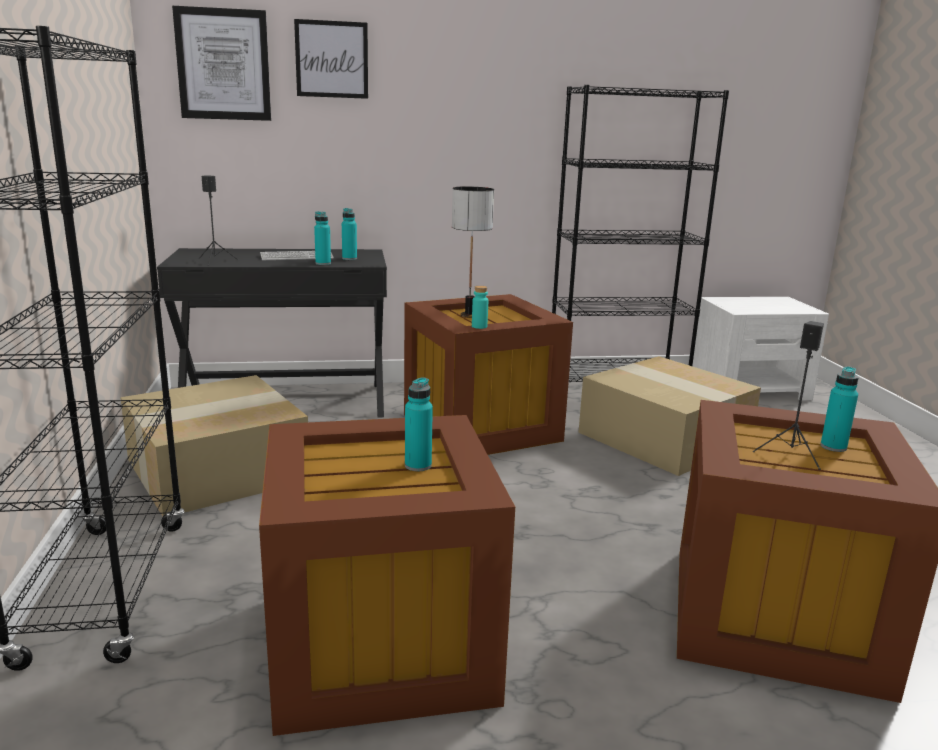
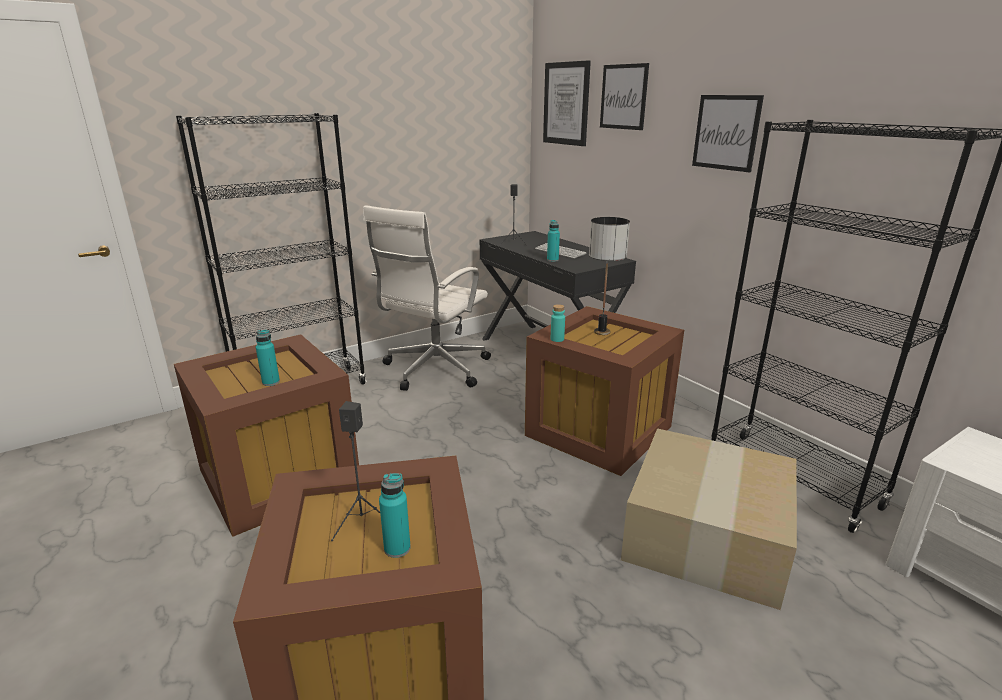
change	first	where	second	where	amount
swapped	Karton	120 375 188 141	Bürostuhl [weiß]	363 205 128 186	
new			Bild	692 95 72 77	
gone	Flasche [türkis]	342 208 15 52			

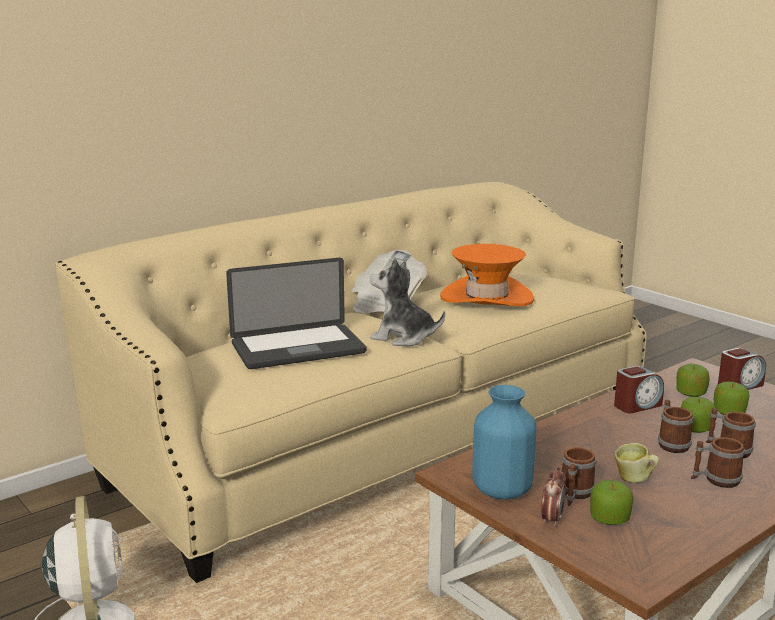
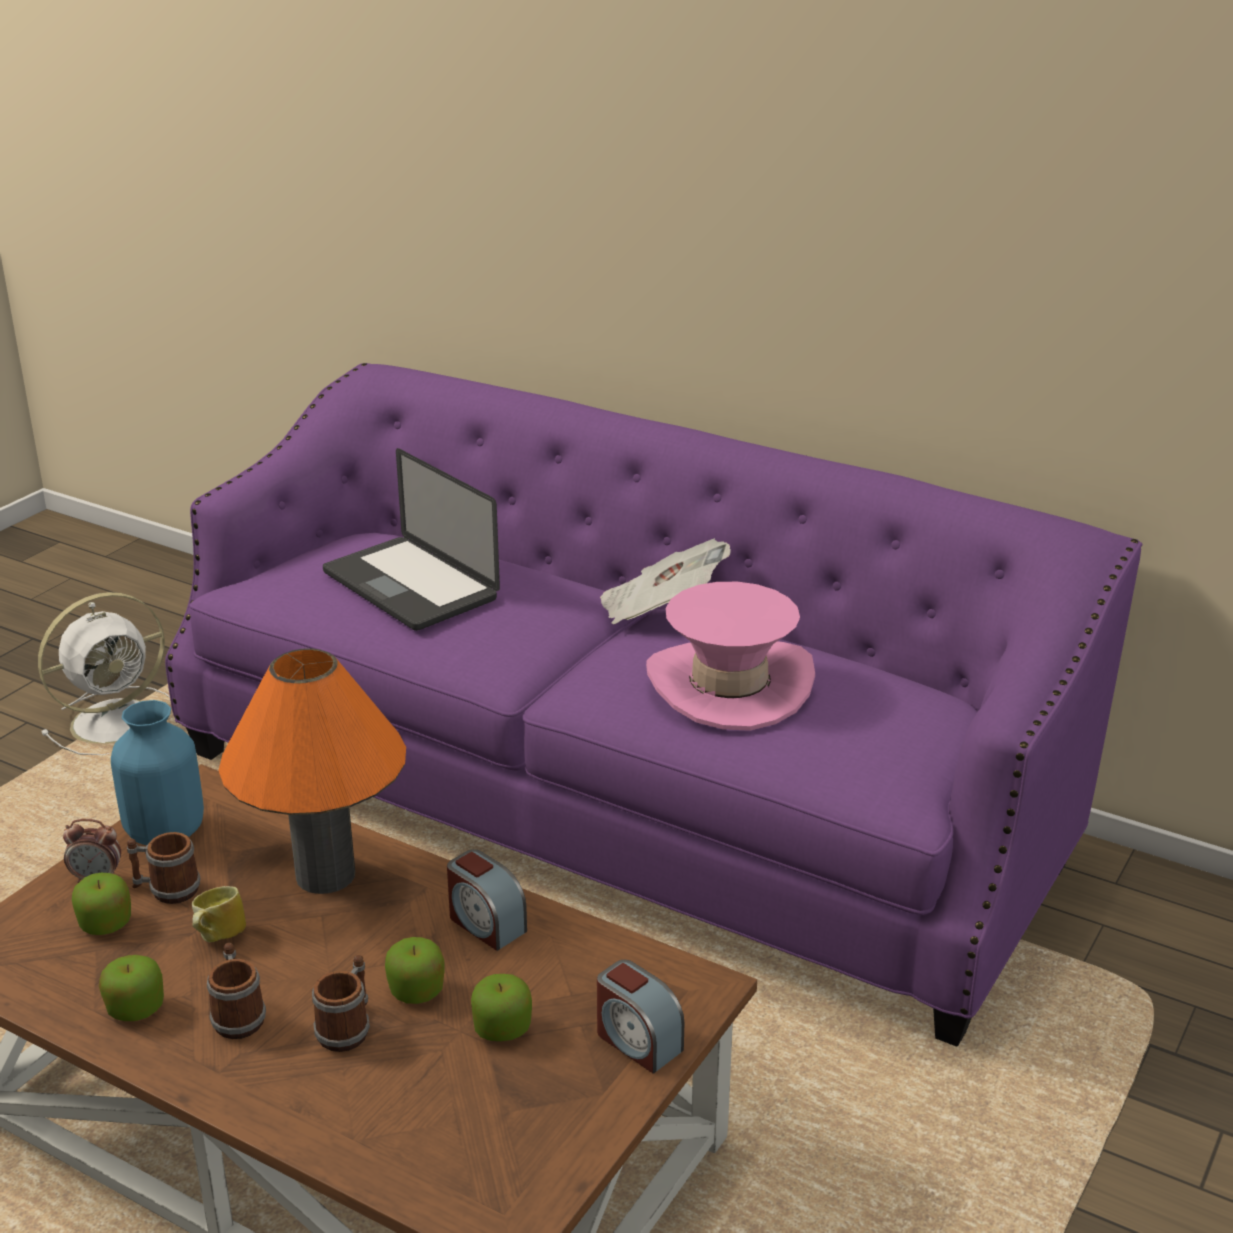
change	first	where	second	where	amount
shifted	Apfel	676 363 34 34		99 955 65 66	
repainted	Sofa [beige]	55 182 591 401	Sofa [lila]	165 363 977 684	
new			Tischlampe [orange]	218 648 188 246	
repainted	Hut [orange]	440 244 94 62	Hut [rosa]	646 582 169 149	
gone	Plüschtier	370 258 75 88			
gone	Henkelbecher	658 399 36 54			

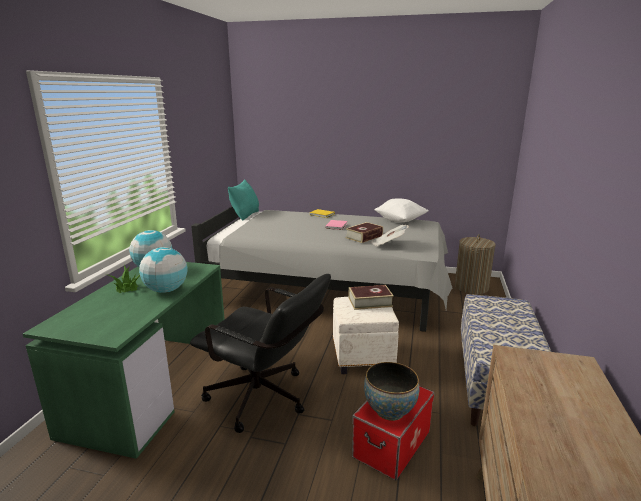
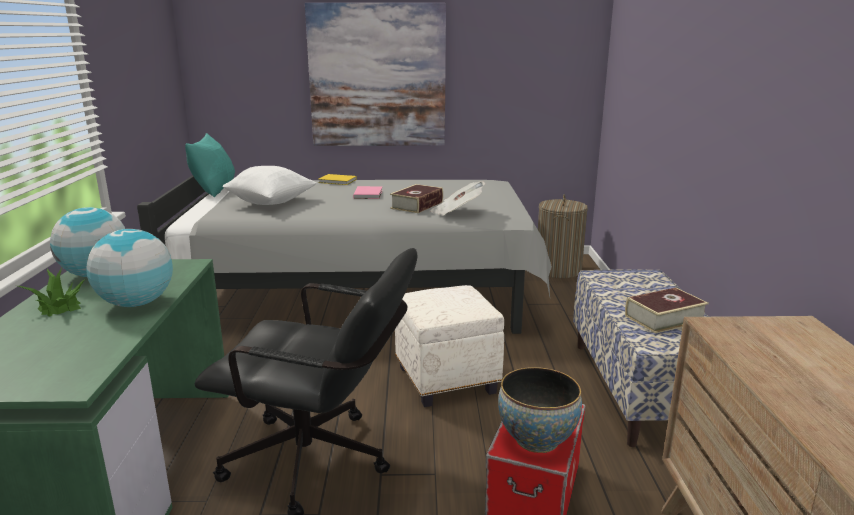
change	first	where	second	where	amount
shifted	Kissen [weiß]	374 199 55 23		222 166 95 39	
new			Bild	305 3 141 143	
shifted	Buch	349 285 45 25		625 288 84 46	

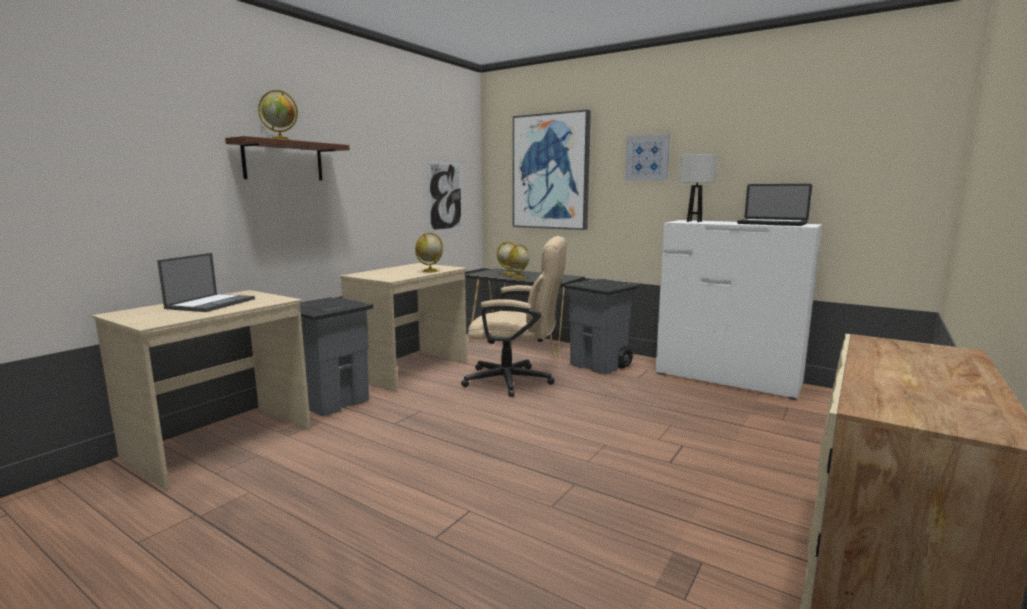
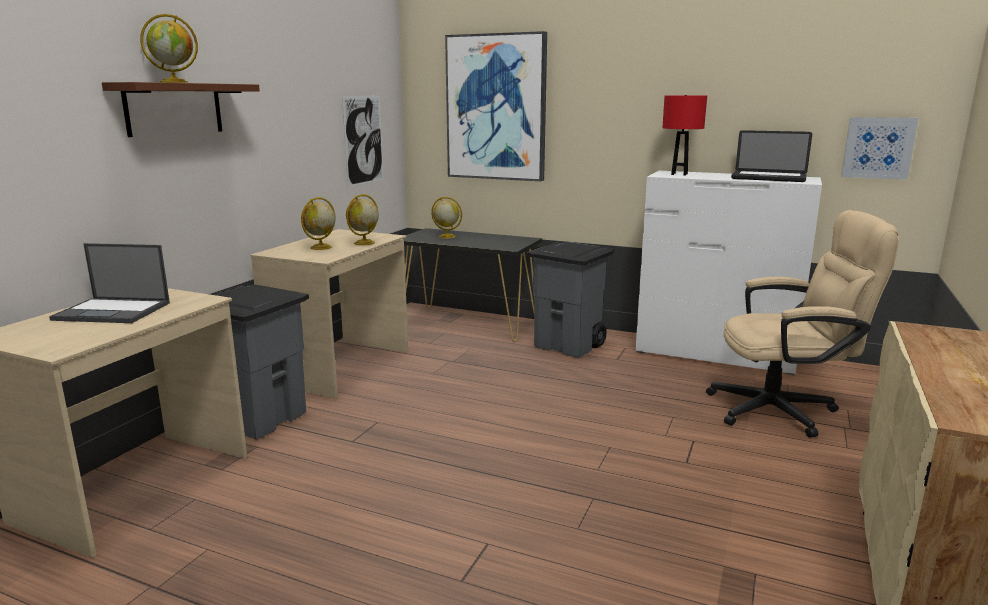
change	first	where	second	where	amount
rotated	Laptop	157 253 98 59		49 243 121 80	90 degrees clockwise
shifted	Globus	508 244 22 35		301 197 35 53	
repainted	Tischlampe [weiß]	679 154 39 68	Tischlampe [rot]	662 95 45 81	
shifted	Bürostuhl [beige]	461 236 105 161		706 210 193 228	
shifted	Bild	625 134 45 47		841 117 78 63	

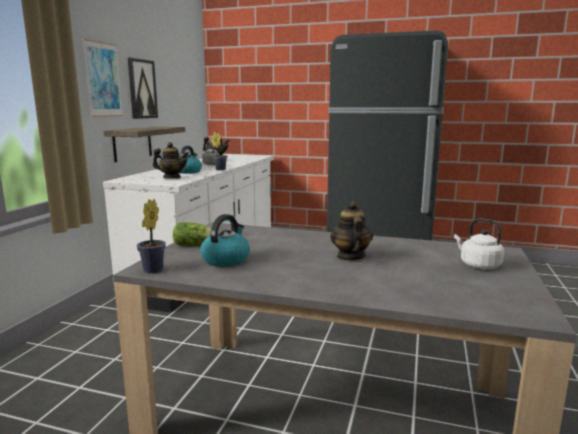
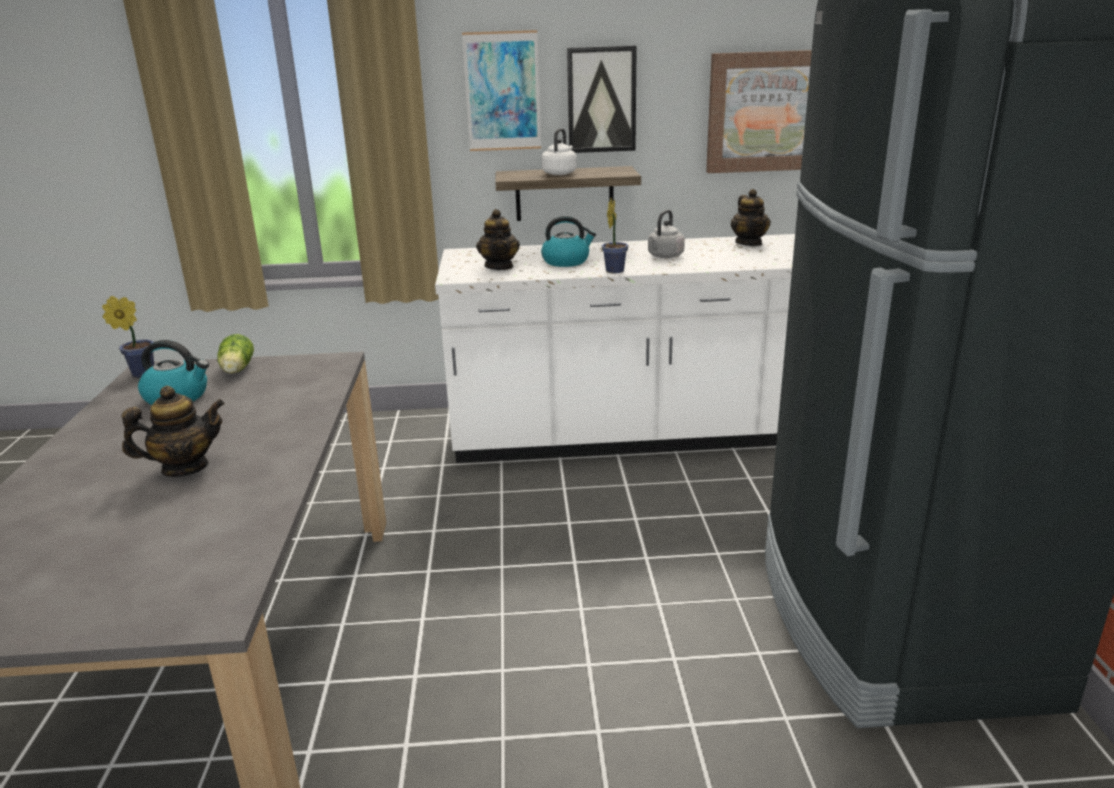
change	first	where	second	where	amount
shifted	Wasserkessel [weiß]	454 218 50 51		542 128 35 47	
new			Bild	706 50 106 123	

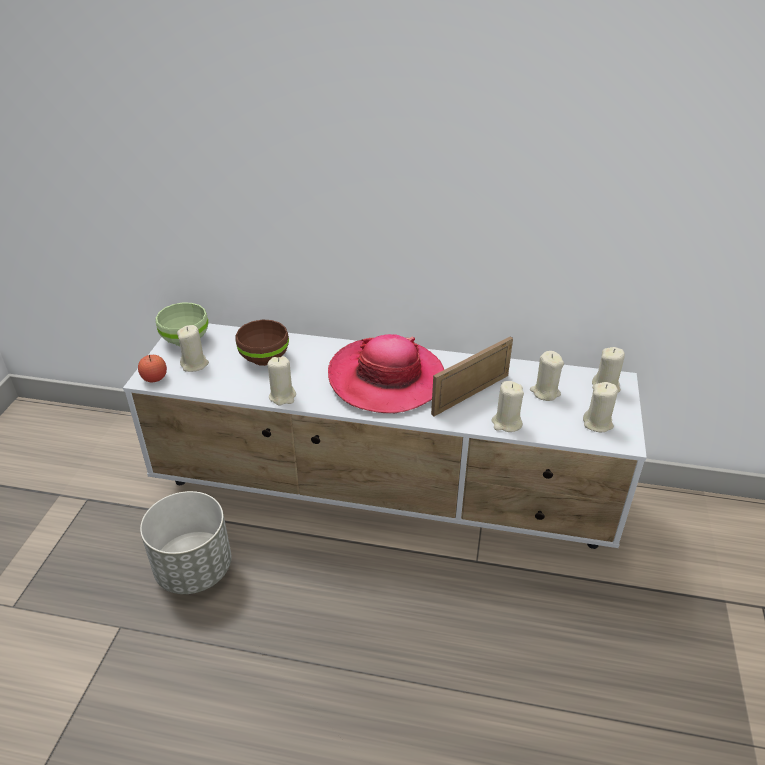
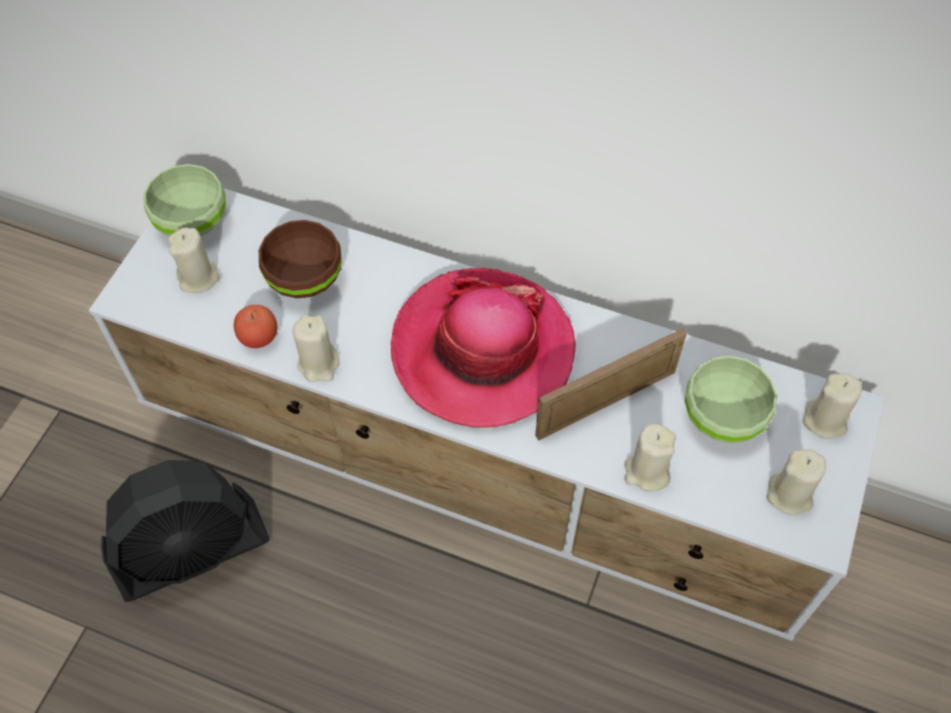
change	first	where	second	where	amount
swapped	Pflanzkübel [grau]	140 491 91 103	Ventilator [schwarz]	101 460 169 142	
shifted	Apfel	138 355 29 27		234 305 43 43	
swapped	Kerze [beige]	530 351 34 50	Schüssel [grün]	685 356 92 88	

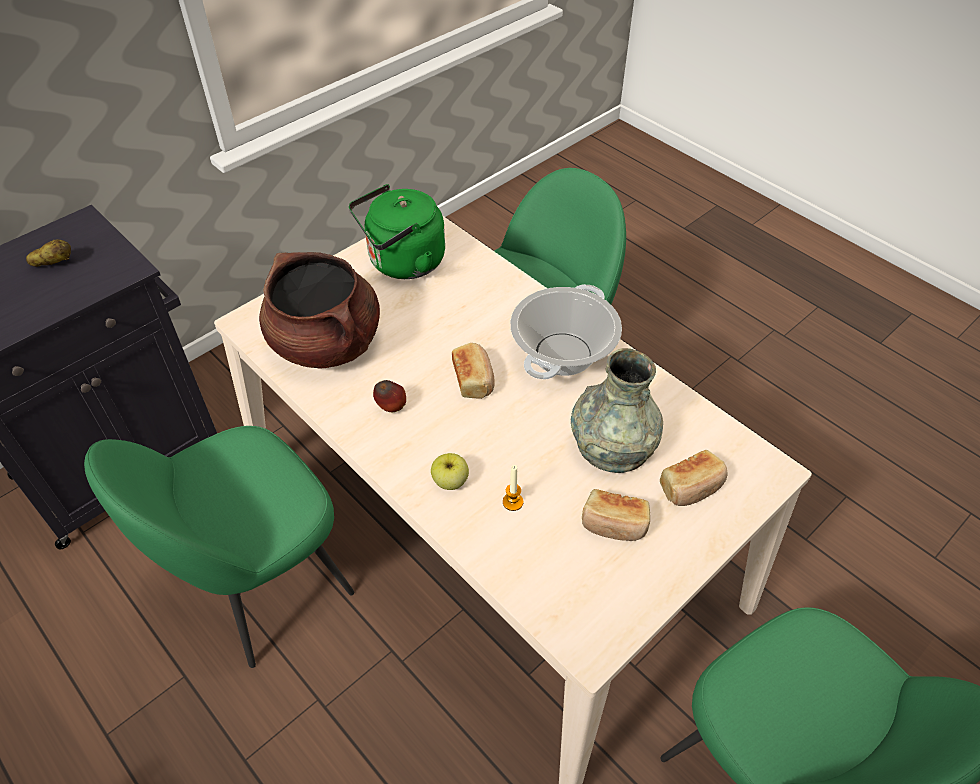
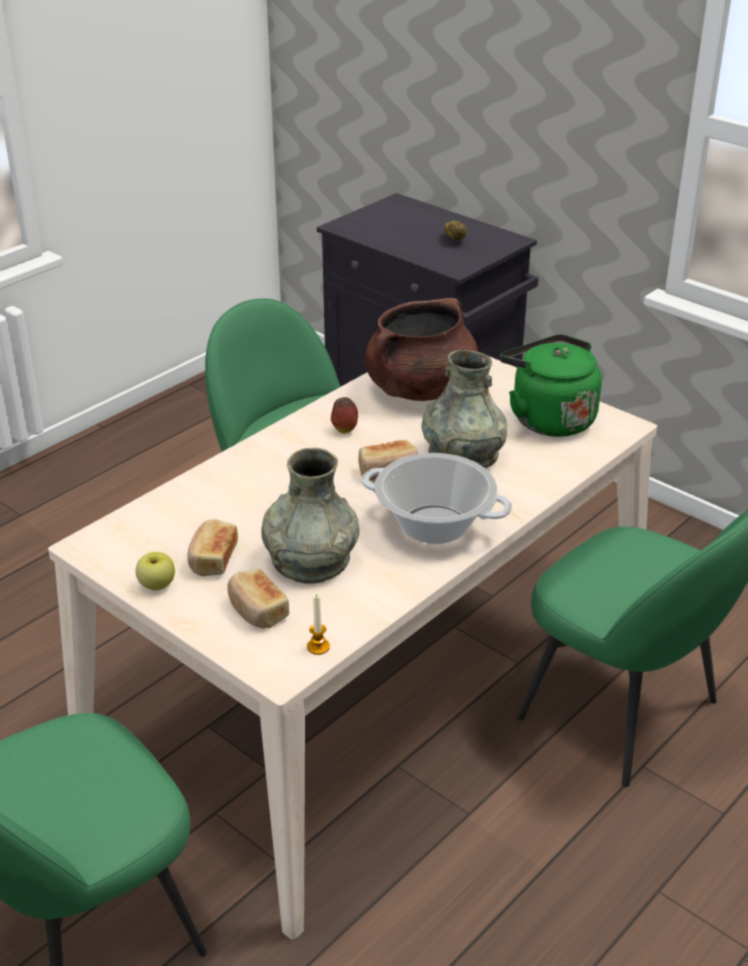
change	first	where	second	where	amount
shifted	Apfel	431 453 38 37		136 552 39 38	
shifted	Kerze	503 465 20 46		307 594 23 61	
new			Vase [grau]	421 350 86 118	

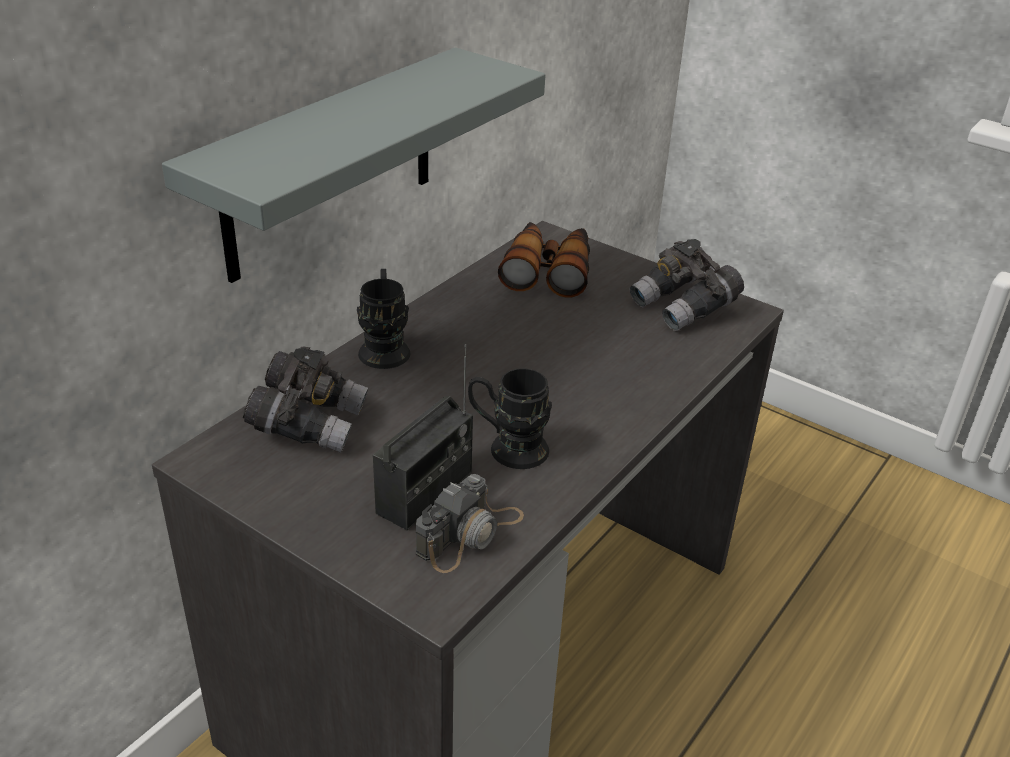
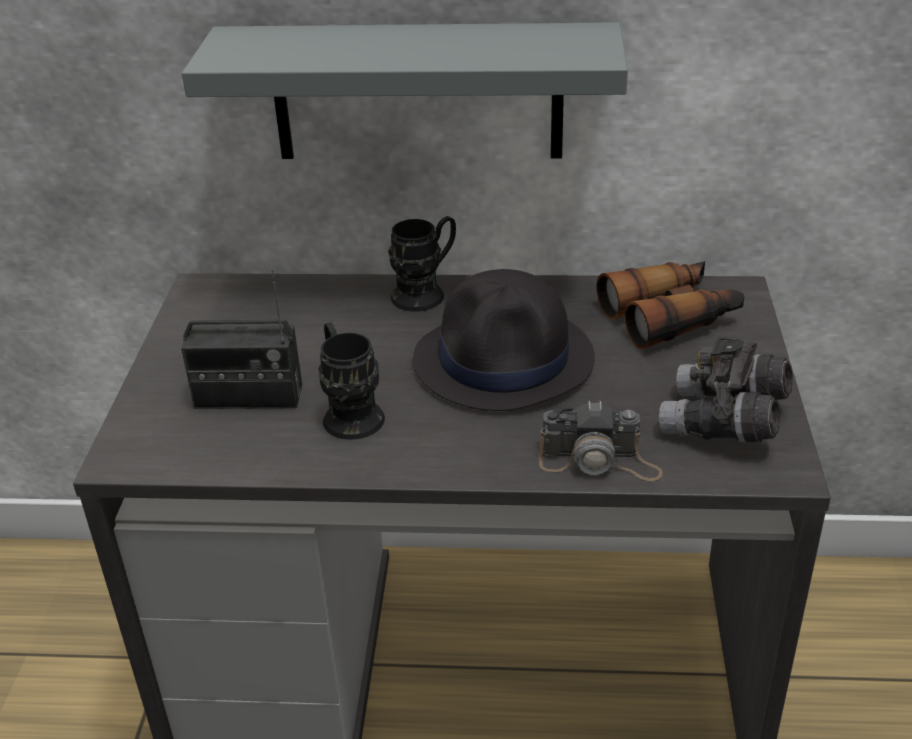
change	first	where	second	where	amount
new			Hut [schwarz]	413 269 182 142	
shifted	Kamera	416 474 108 99		539 401 124 80	
gone	Fernglas [grau]	243 347 125 106			

